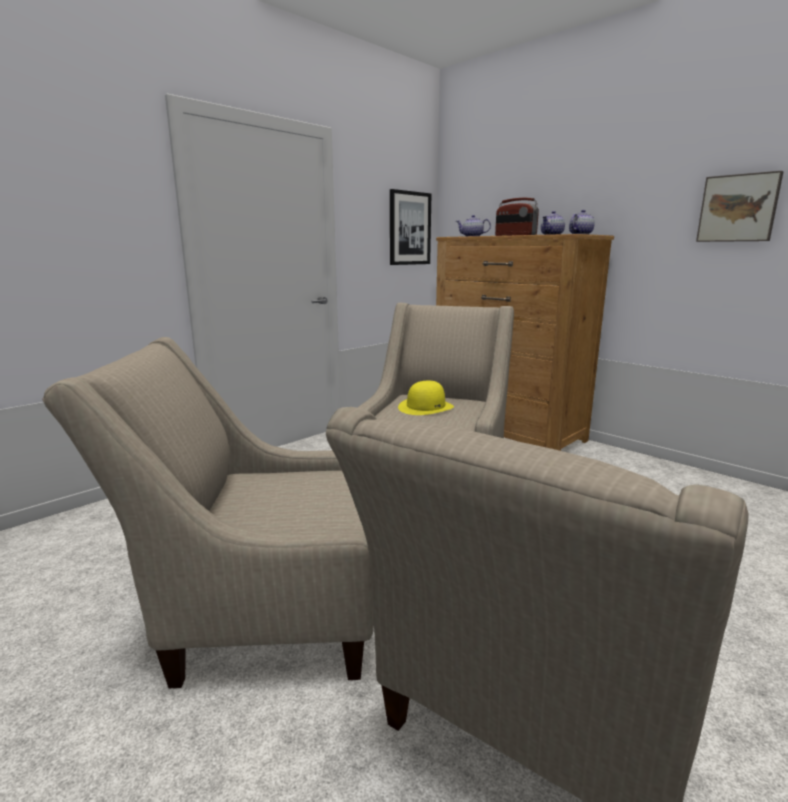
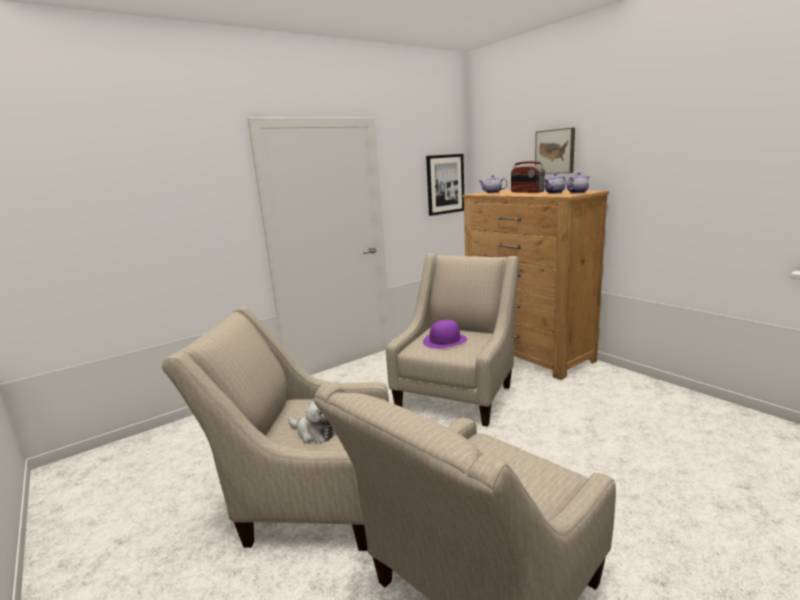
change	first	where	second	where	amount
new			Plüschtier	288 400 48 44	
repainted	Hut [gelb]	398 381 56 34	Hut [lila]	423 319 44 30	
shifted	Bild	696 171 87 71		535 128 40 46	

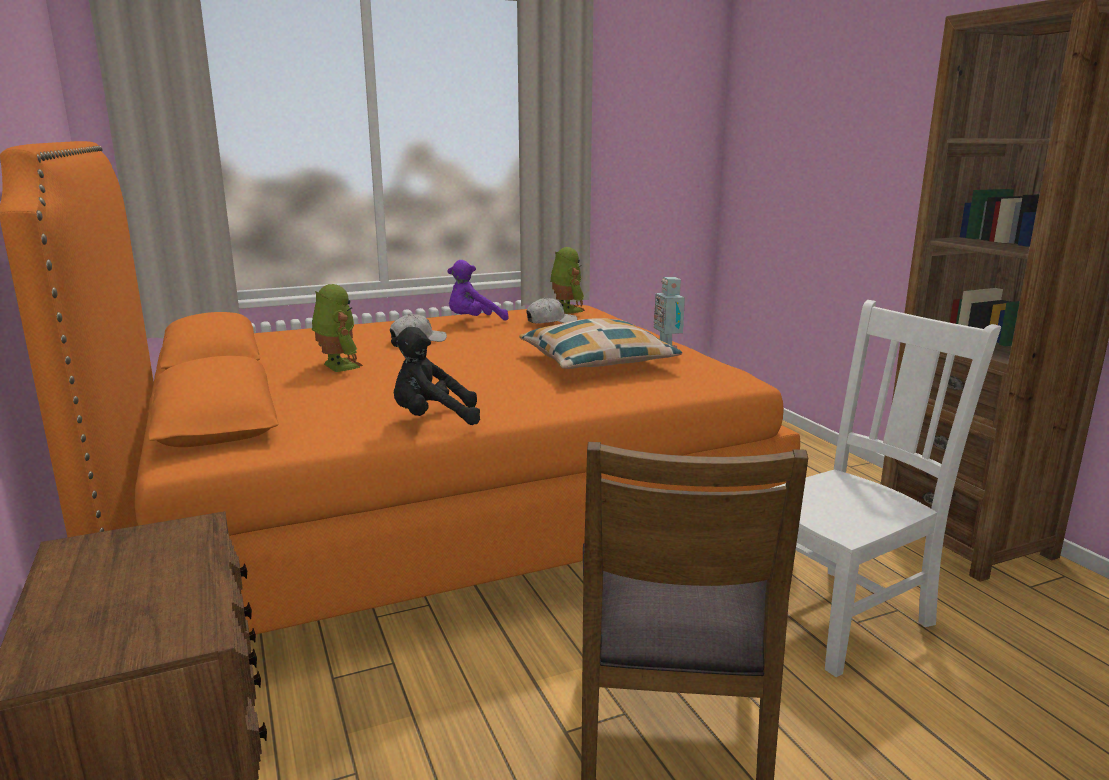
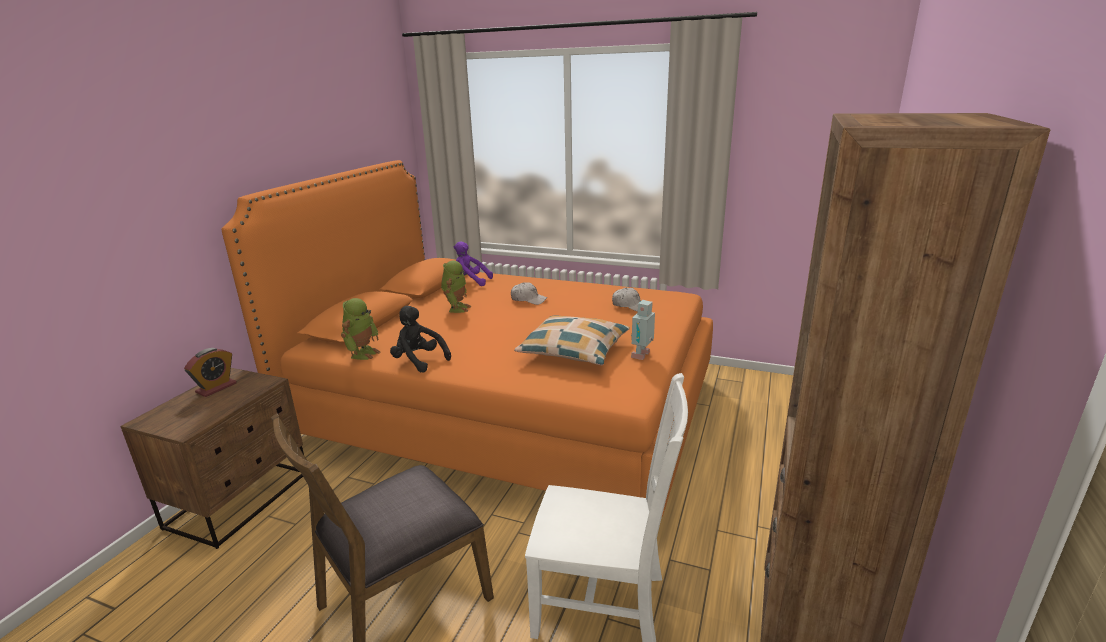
change	first	where	second	where	amount
new			Wecker	184 348 53 49	
shifted	Spielzeugroboter	550 247 35 67		341 298 40 62	
shifted	Plüschtier [lila]	447 260 62 61		453 242 40 44	

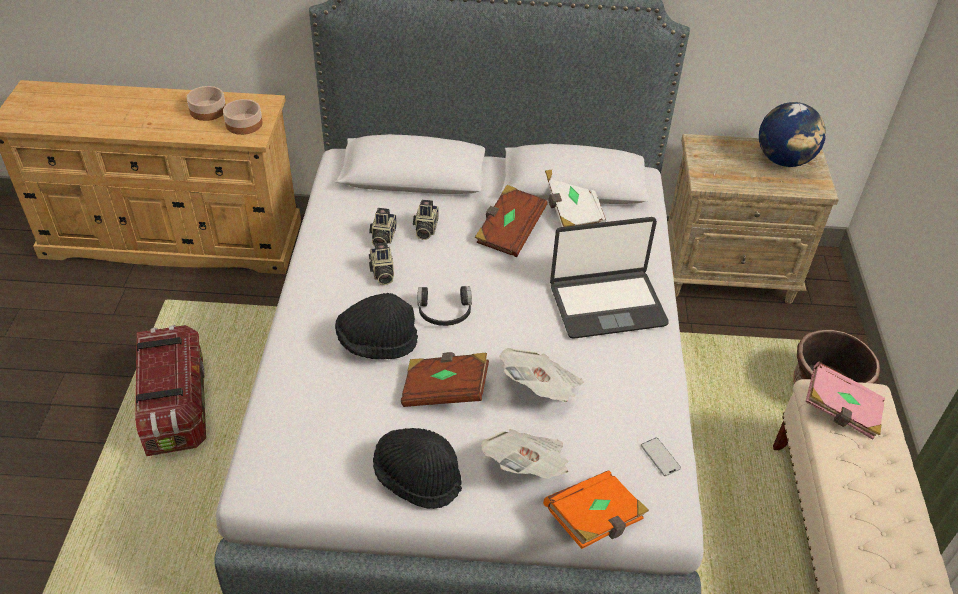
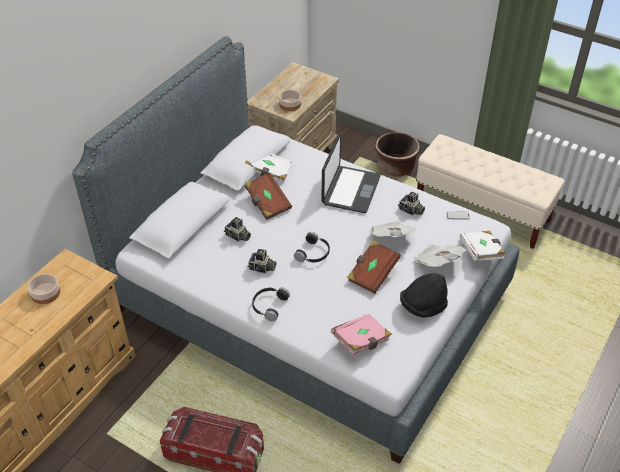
change	first	where	second	where	amount
new			Kopfhörer [schwarz]	252 288 38 33	
shifted	Schüssel	223 99 39 36		279 90 22 21	
shifted	Buch [rosa]	805 362 80 78		331 314 61 41	
shifted	Kamera	369 208 28 39		398 191 27 25	
repainted	Buch [orange]	543 470 106 79	Buch [weiß]	460 230 45 31	
gone	Hut [schwarz]	335 293 83 66			
gone	Globus	759 102 67 65			

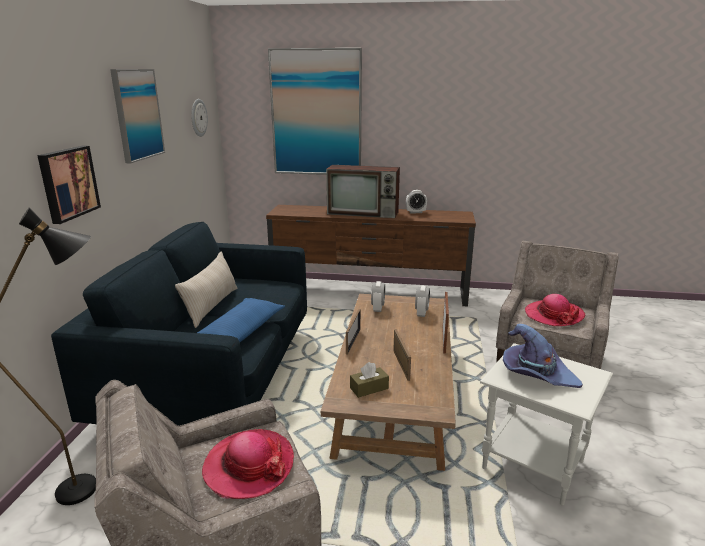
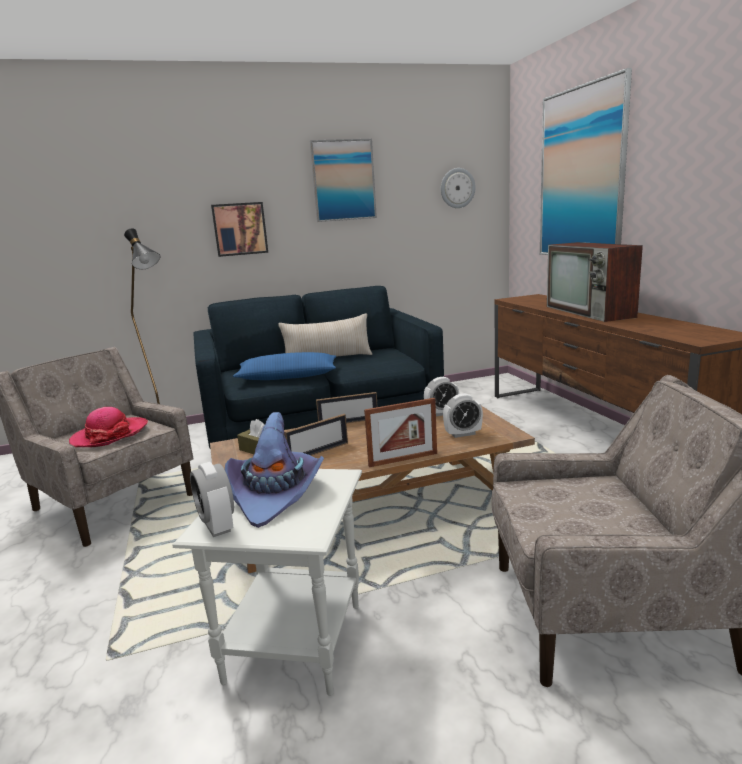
change	first	where	second	where	amount
shifted	Wecker	406 190 21 23		190 462 44 75	
gone	Hut	525 294 61 32			

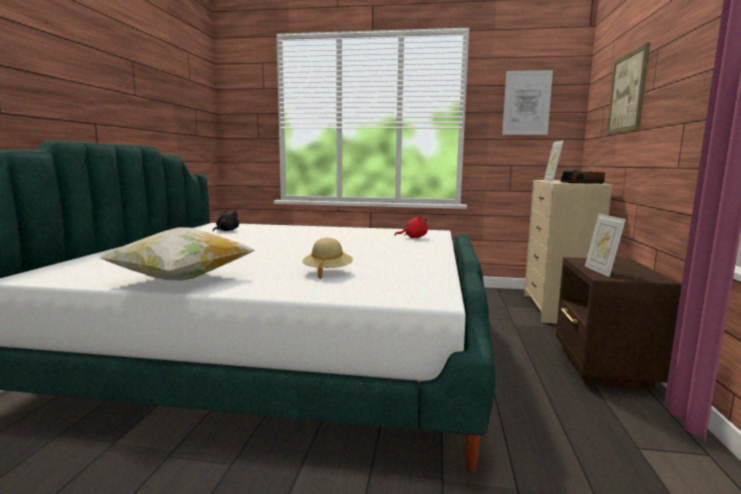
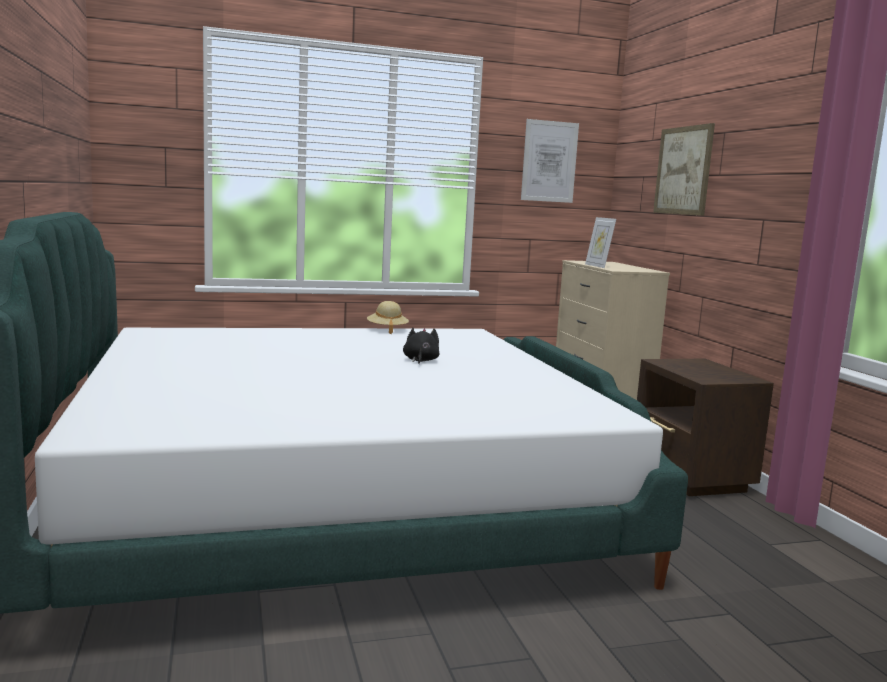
change	first	where	second	where	amount
shifted	Hut [beige]	303 238 50 41		367 301 42 33	
shifted	Plüschtier [schwarz]	213 210 26 21		403 328 36 36	
gone	Kissen	100 227 155 53			
gone	Plüschtier [rot]	395 216 33 22			
gone	Wecker	561 171 44 13			
gone	Bilderrahmen	585 214 41 63			

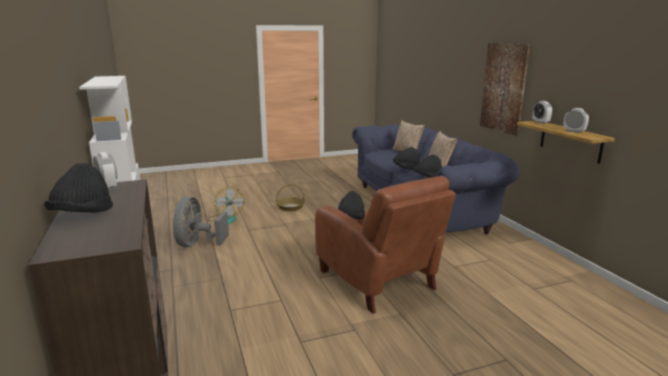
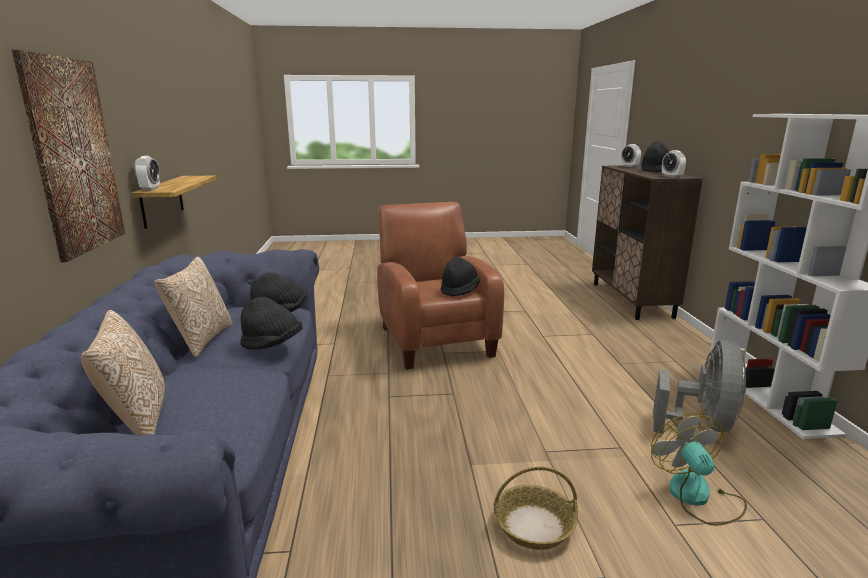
change	first	where	second	where	amount
shifted	Wecker	564 108 25 25		621 144 20 23	

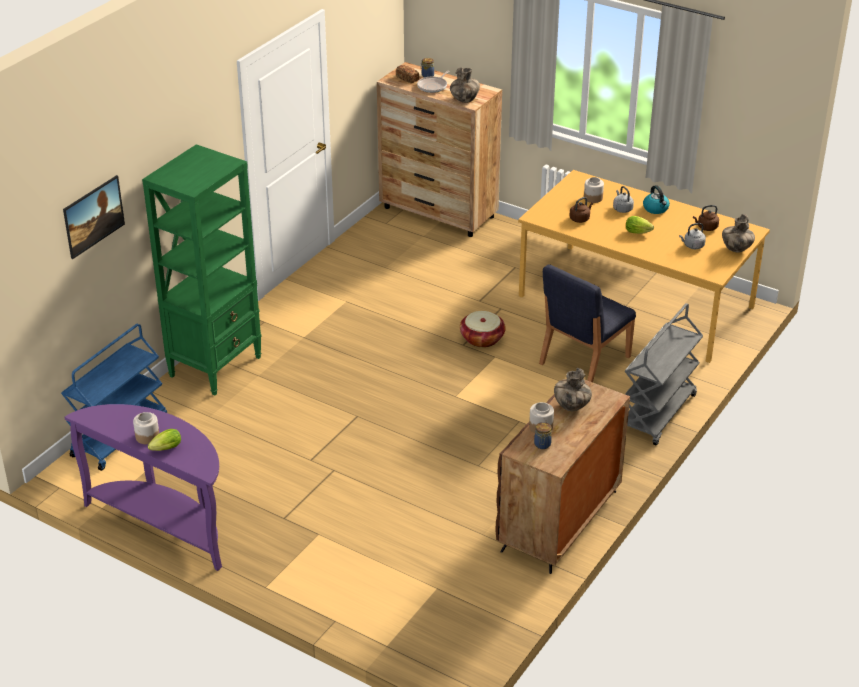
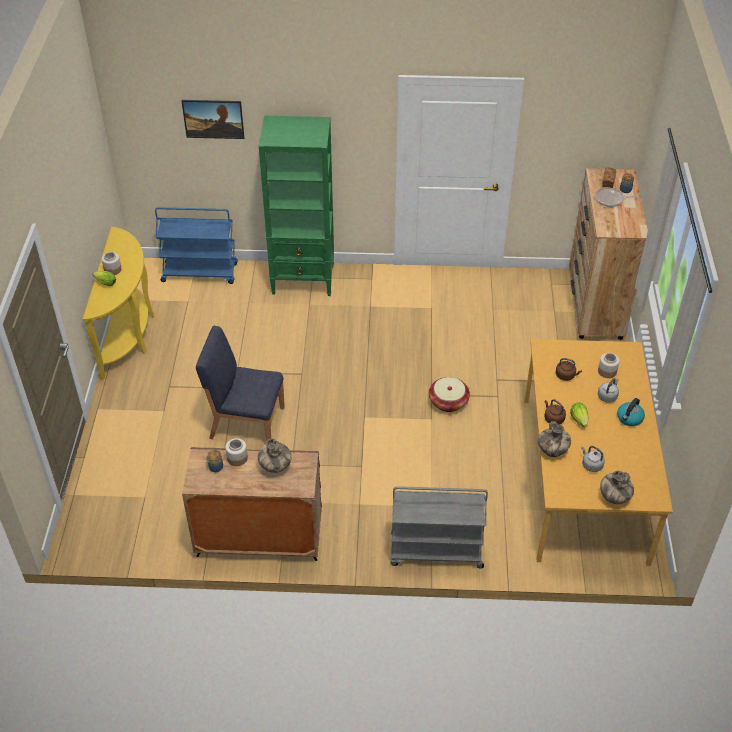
change	first	where	second	where	amount
repainted	Konsolentisch [lila]	64 404 158 167	Konsolentisch [gelb]	83 227 72 152	
shifted	Stuhl [blau]	539 264 97 118		196 326 89 114	
shifted	Vase	450 67 30 36		538 421 33 36	
shifted	Wasserkessel [braun]	693 205 26 26		544 399 22 26	

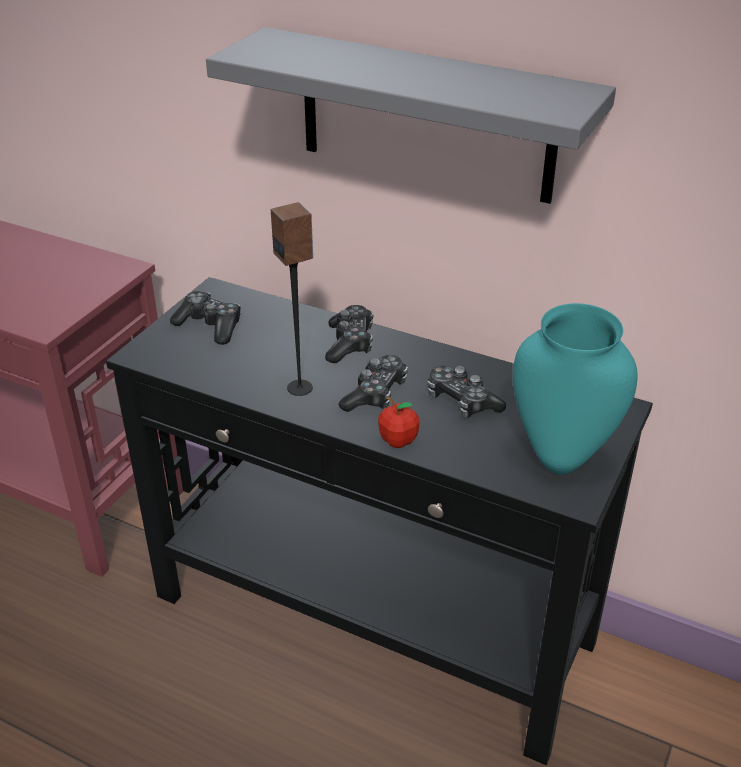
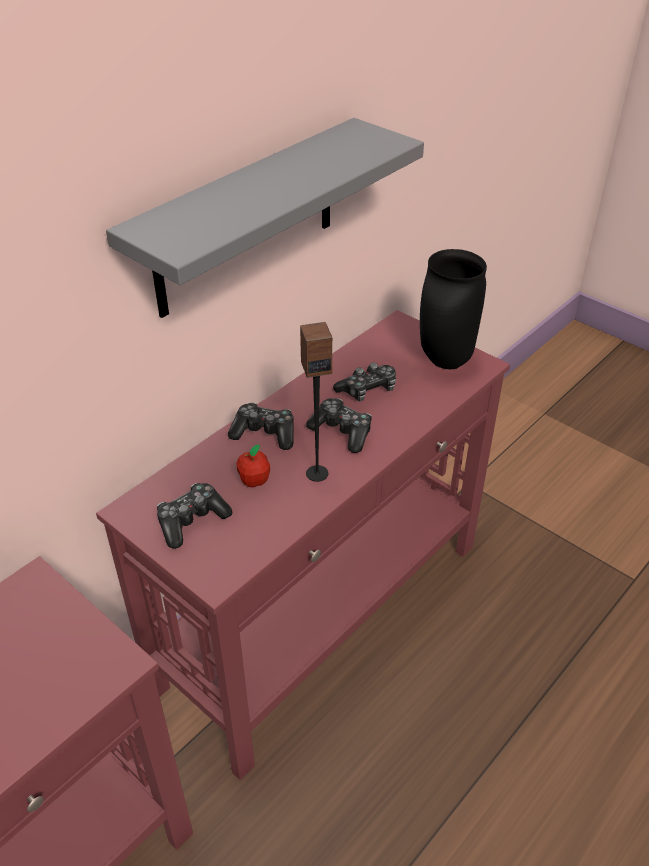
change	first	where	second	where	amount
repainted	Konsolentisch [schwarz]	106 277 547 488	Konsolentisch [rot]	96 310 414 470	
shifted	Apfel	378 397 42 51		236 444 34 43	
repainted	Vase [türkis]	513 303 125 172	Vase [schwarz]	420 249 67 120	

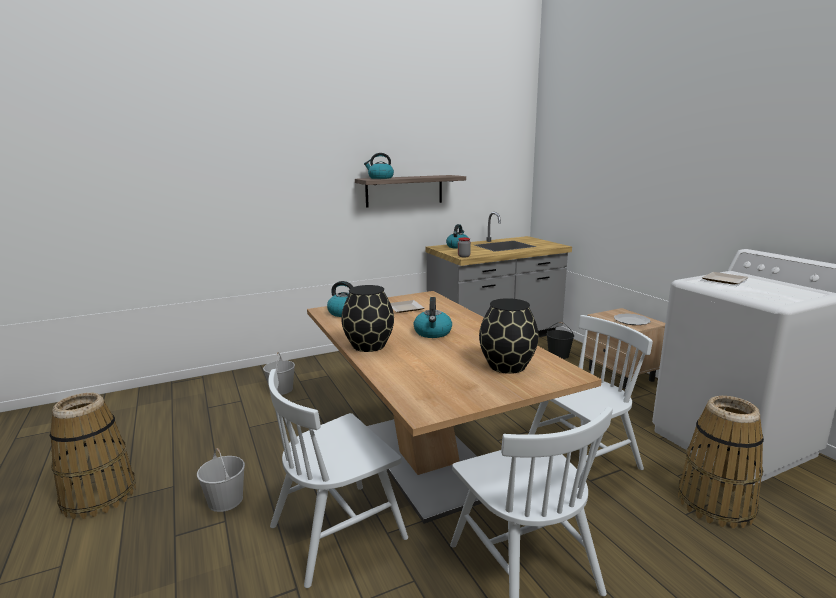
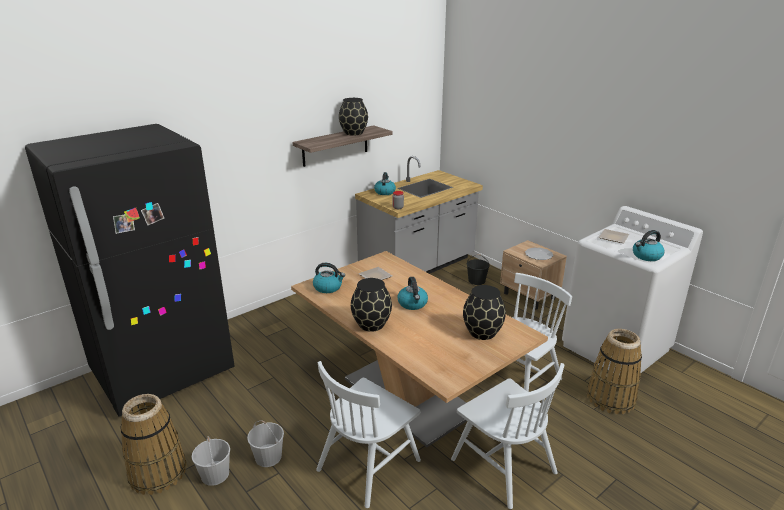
change	first	where	second	where	amount
new			Kühlschrank [schwarz]	25 124 210 293	
shifted	Eimer [weiß]	263 352 32 43		192 436 38 50	
new			Vase [schwarz]	339 98 29 37	
shifted	Wasserkessel	364 153 30 26		633 230 32 31	

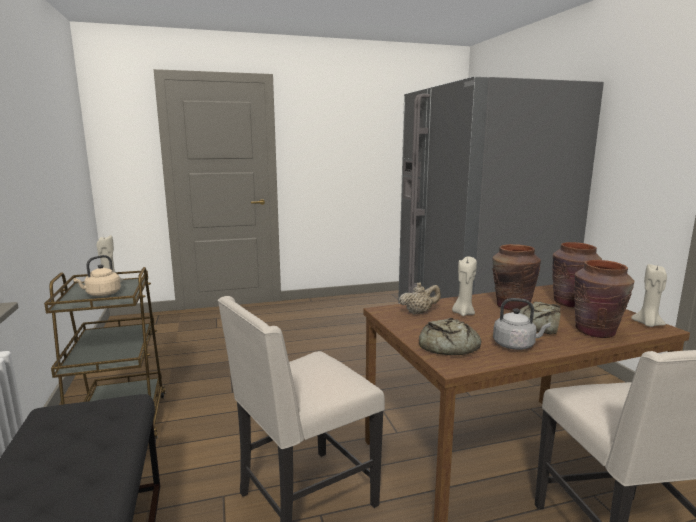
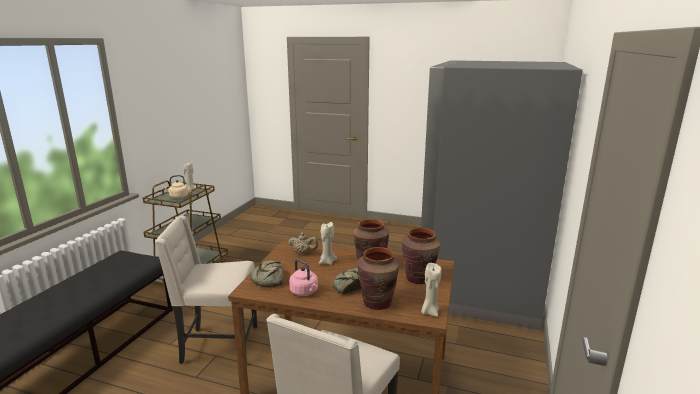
change	first	where	second	where	amount
repainted	Wasserkessel [grau]	493 298 58 52	Wasserkessel [rosa]	289 259 29 37	

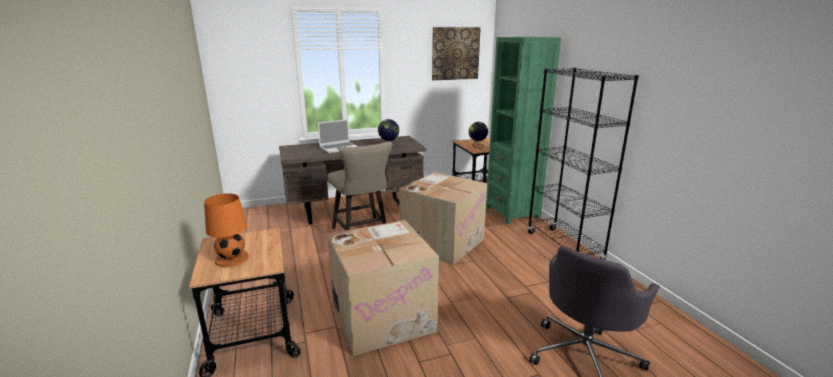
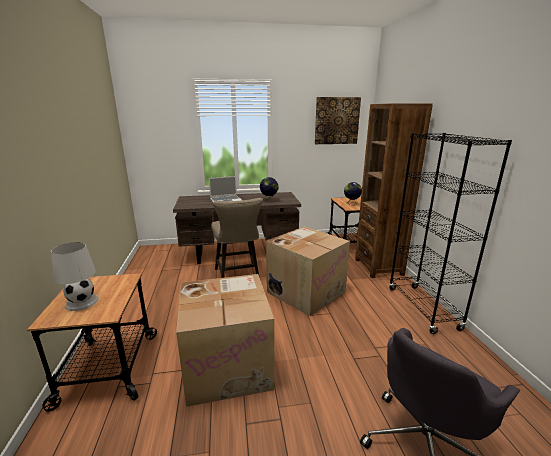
change	first	where	second	where	amount
repainted	Tischlampe [orange]	204 193 45 74	Tischlampe [weiß]	51 242 48 69	
repainted	Bücherregal [grün]	486 37 75 187	Bücherregal [braun]	355 103 78 175	

